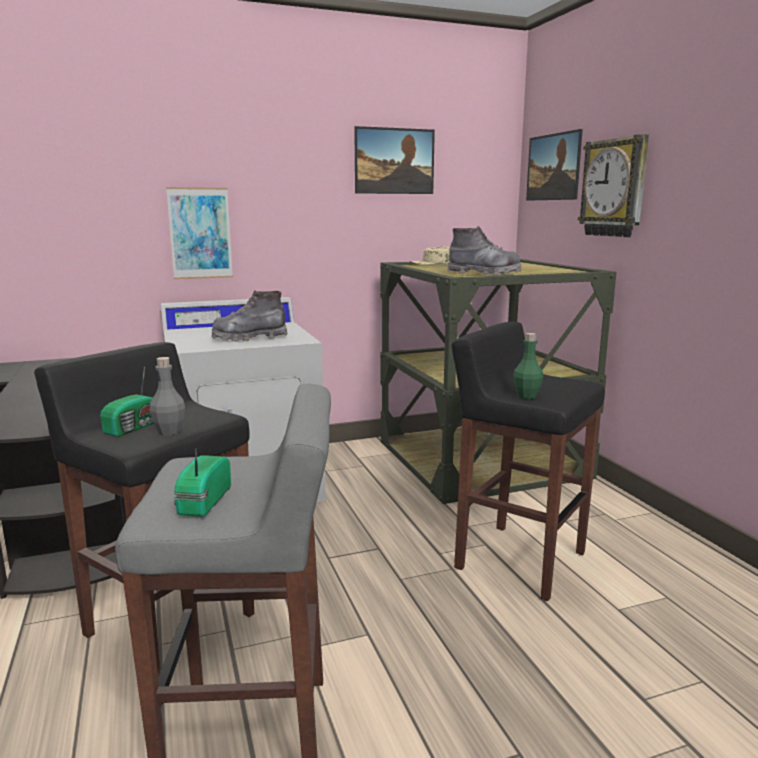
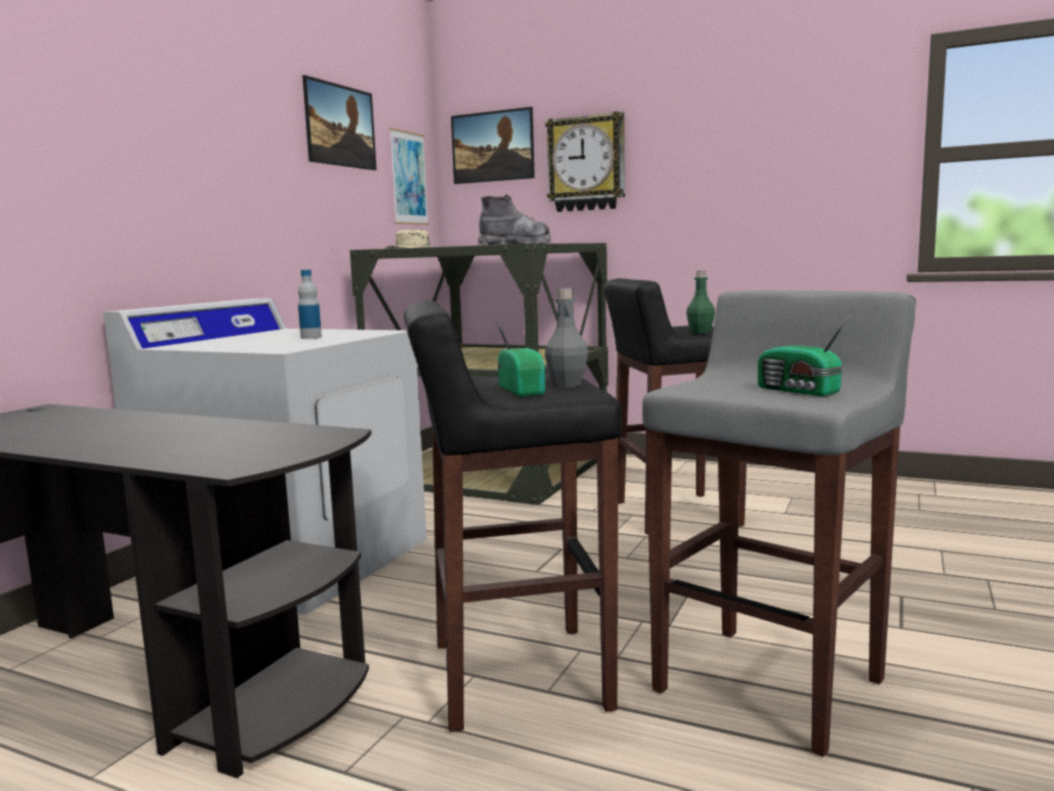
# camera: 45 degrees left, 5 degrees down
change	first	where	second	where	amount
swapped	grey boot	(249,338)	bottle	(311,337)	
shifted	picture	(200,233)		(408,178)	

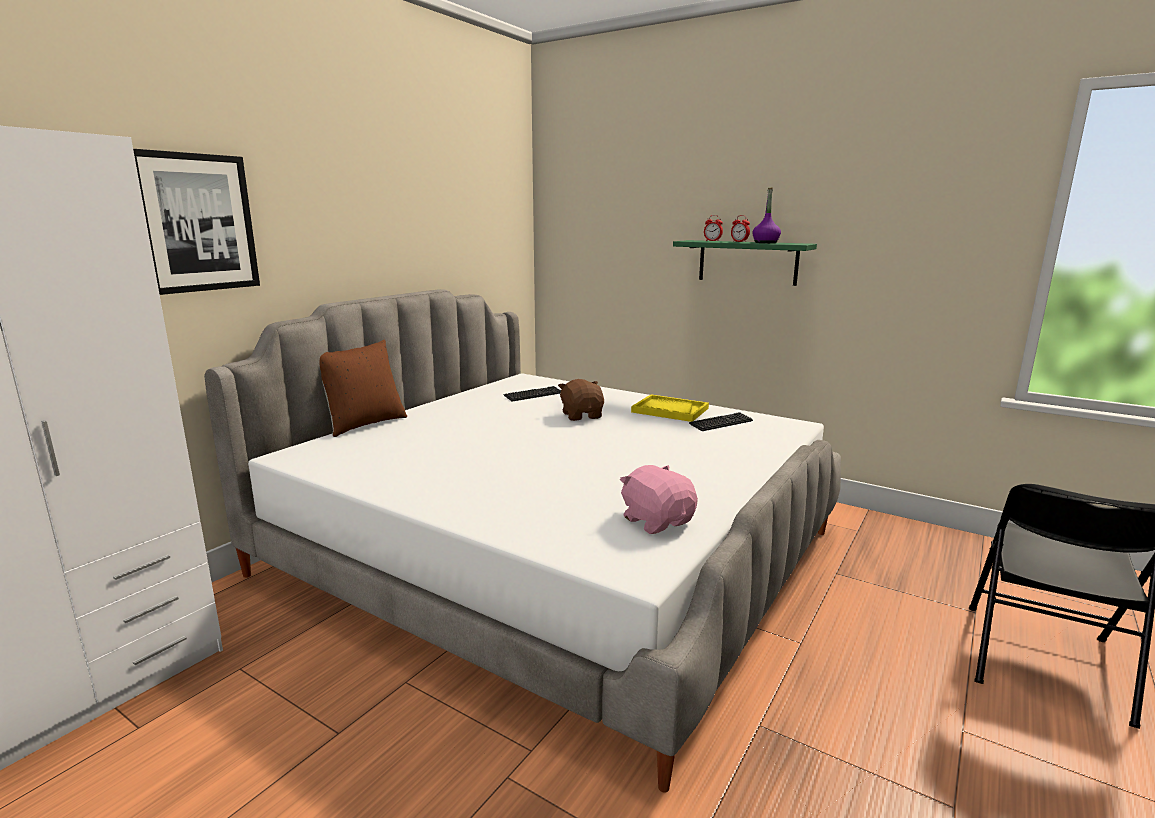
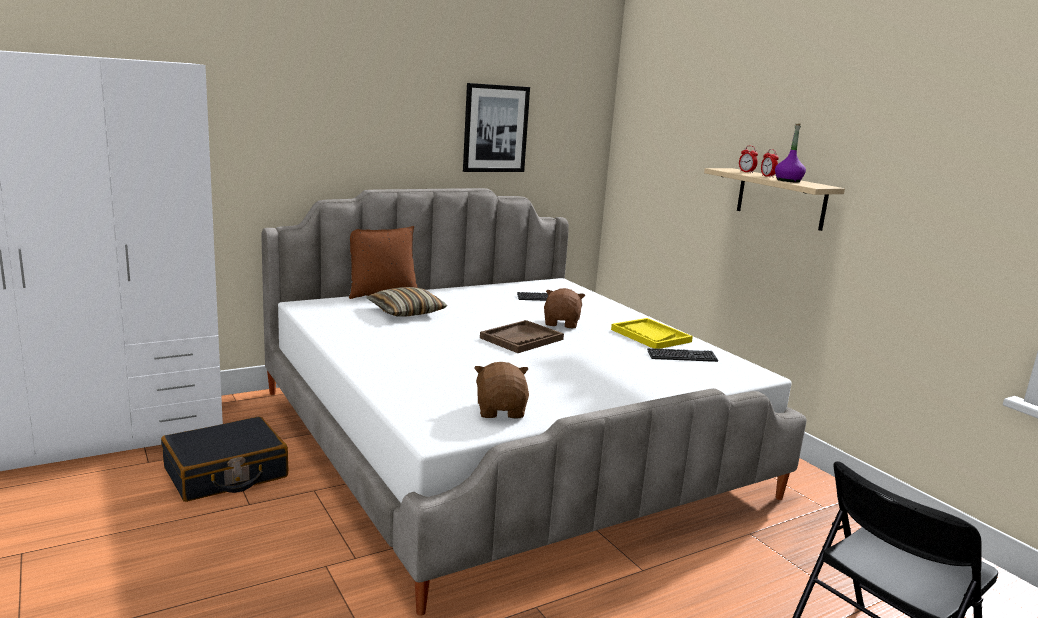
# camera: 25 degrees right, 0 degrees up
change	first	where	second	where	amount
new			black suitcase	(226,473)	
new			pillow	(406,312)	
shifted	picture	(197,223)		(495,128)	
repainted	pink plush toy	(657,521)	brown plush toy	(501,411)	
new			brown tray	(521,339)	
repainted	green shelf	(747,262)	beige shelf	(781,198)	

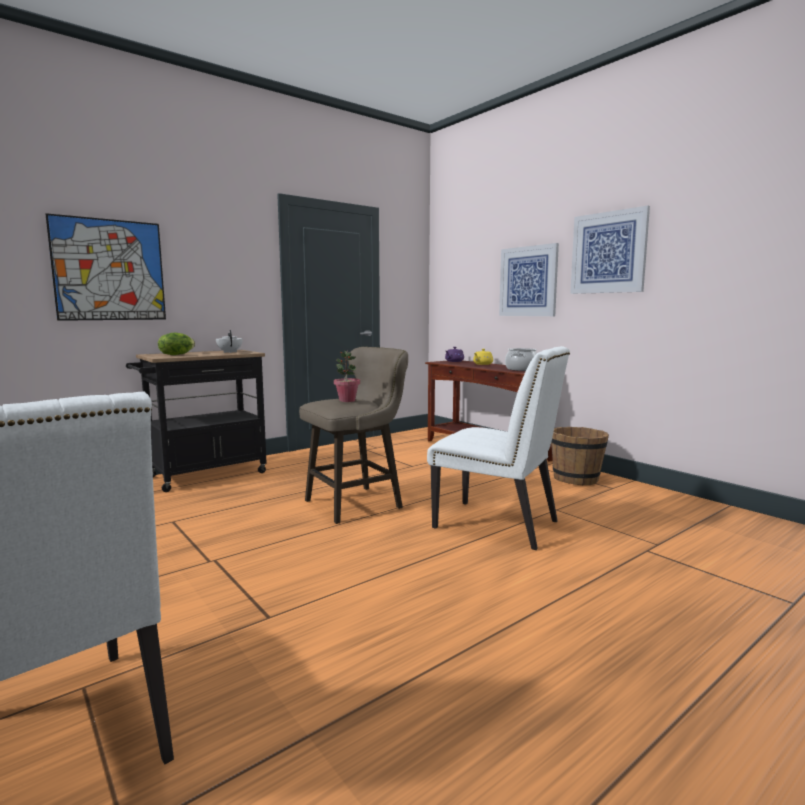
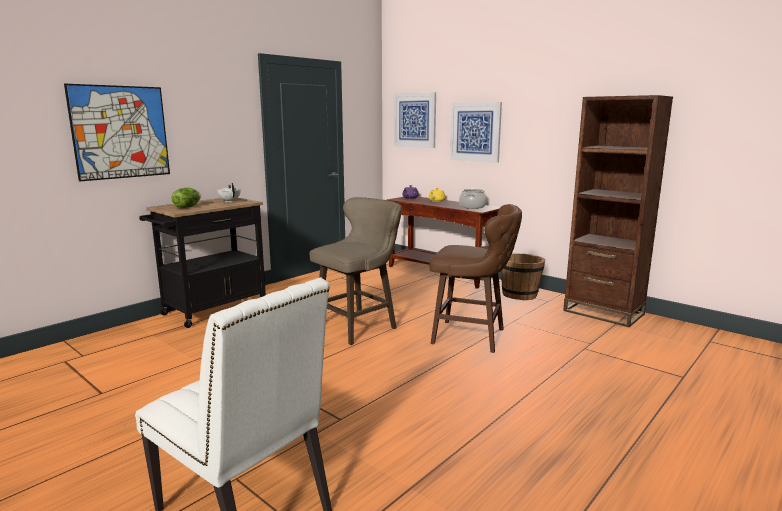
# camera: 10 degrees left, 5 degrees up
change	first	where	second	where	amount
shifted	picture	(608,252)		(414,120)	
swapped	white chair	(494,524)	brown stool	(472,336)	
new			brown bookcase	(603,312)	
gone	potted plant	(347,400)			

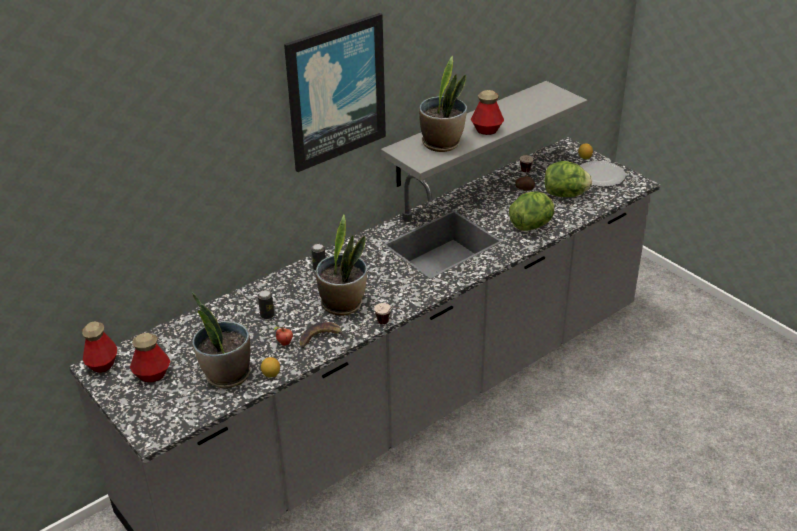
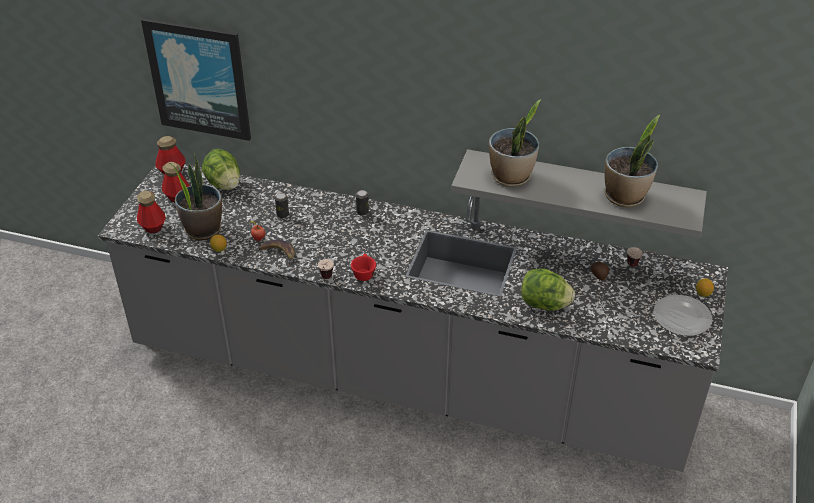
# camera: 55 degrees right, 5 degrees up
change	first	where	second	where	amount
shifted	bottle	(486,130)		(153,227)	
shifted	picture	(335,92)		(199,79)	
shifted	lettuce	(565,195)		(224,184)	
new			red cup	(363,273)	
shifted	potted plant	(343,304)		(625,196)	

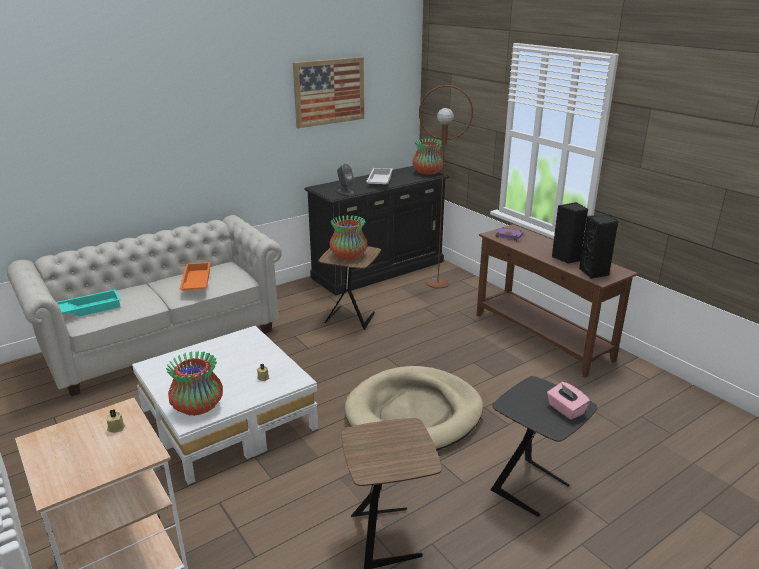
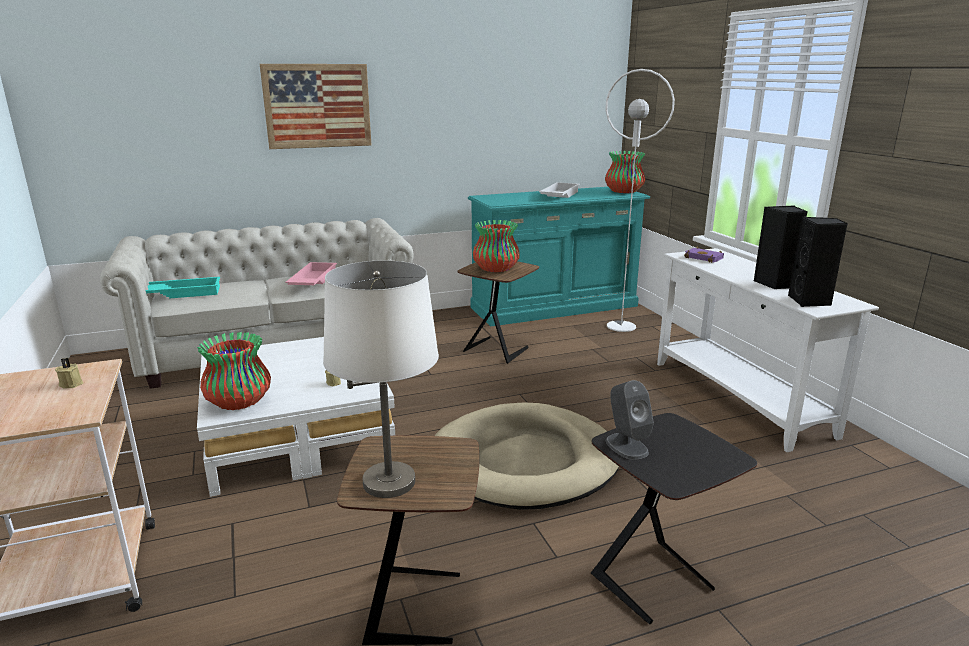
# camera: 15 degrees right, 5 degrees down
change	first	where	second	where	amount
shifted	picture	(329,91)		(317,106)	
repainted	orange tray	(195,282)	pink tray	(312,280)	
new			white table lamp	(389,482)	
repainted	black cabinet	(379,269)	turquoise cabinet	(554,306)	
repainted	brown floor lamp	(438,283)	white floor lamp	(621,326)	
shifted	grey speaker	(345,192)		(626,446)	
repainted	brown console table	(542,337)	white console table	(740,398)	
gone	pink tissue box	(565,410)			

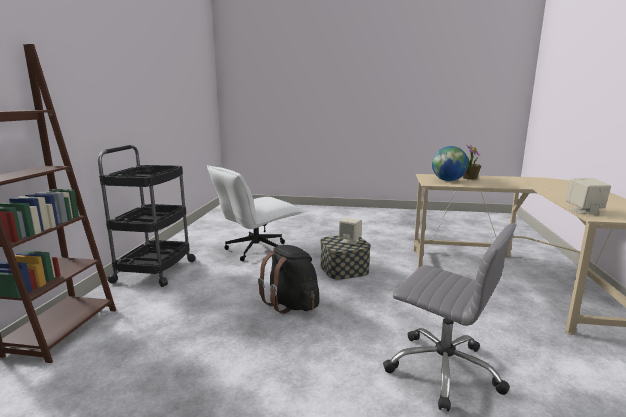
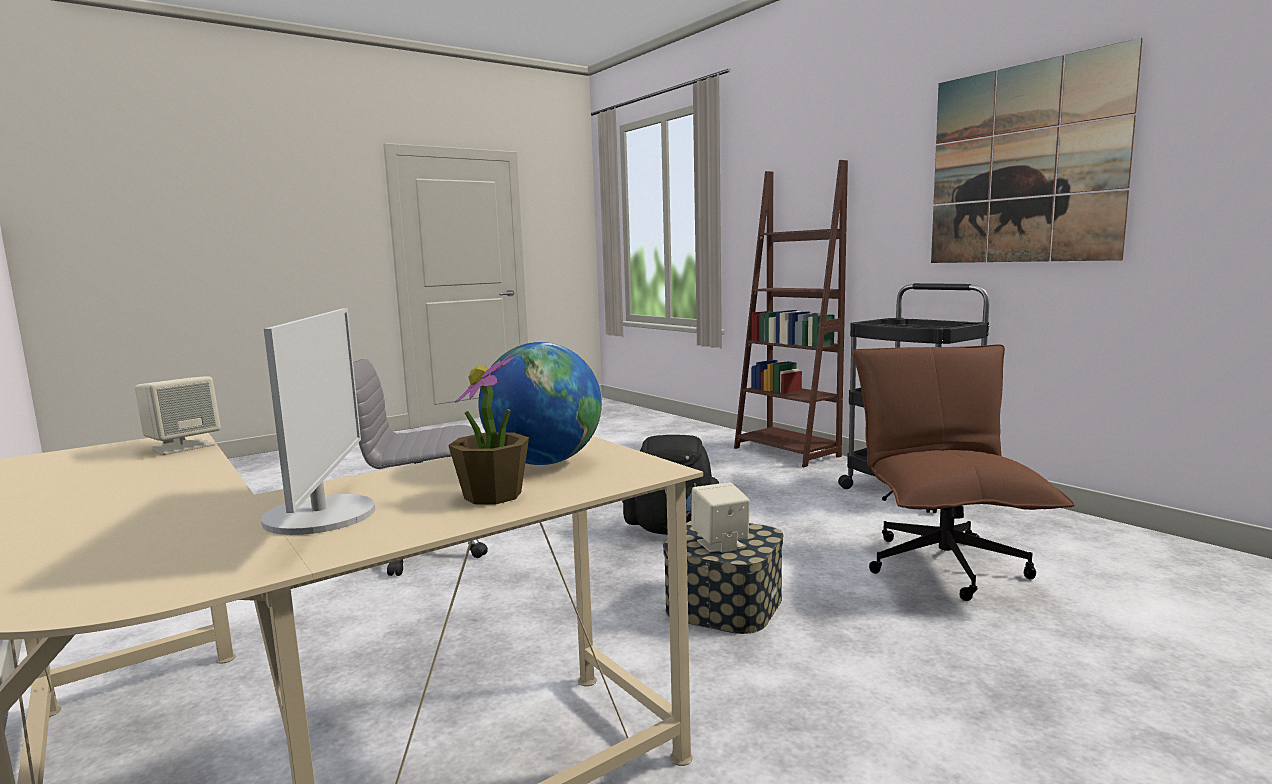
# camera: 135 degrees right, 5 degrees down
change	first	where	second	where	amount
new			monitor	(322,515)	
repainted	white office chair	(257,249)	brown office chair	(945,567)	
new			picture	(1024,164)	

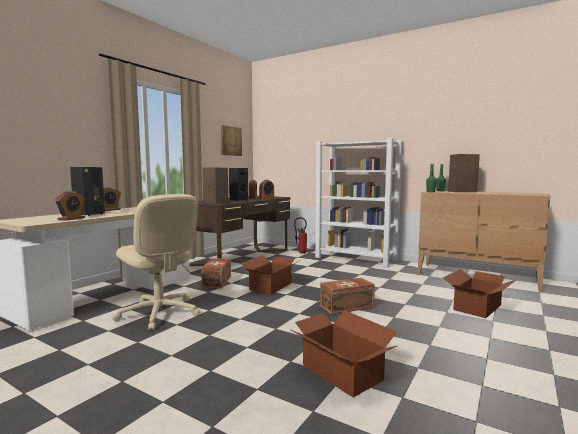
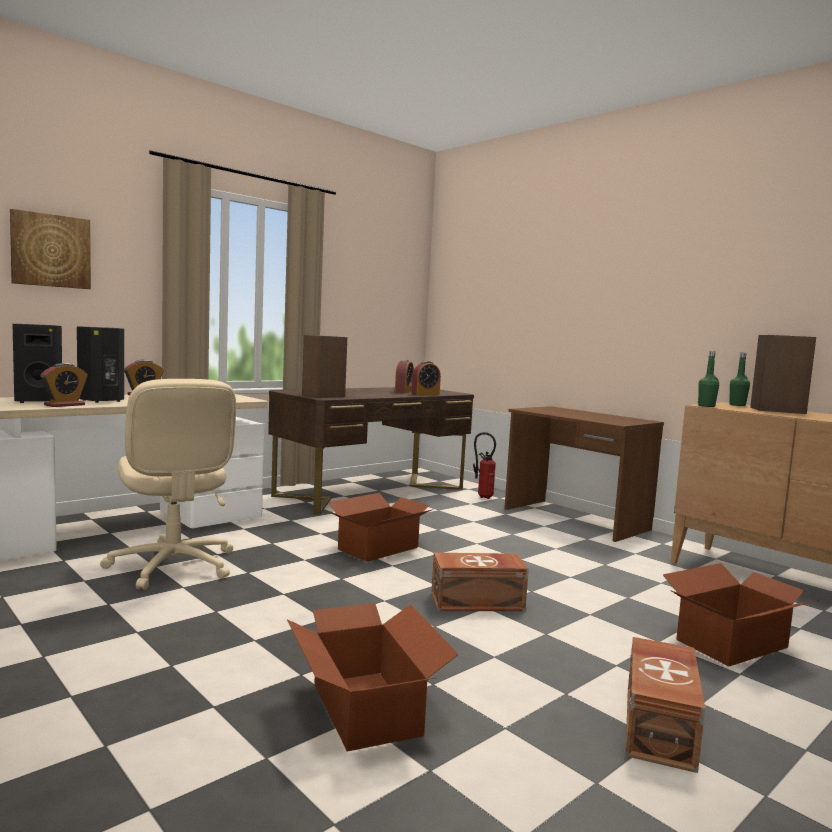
# camera: 15 degrees right, 0 degrees up
change	first	where	second	where	amount
shifted	picture	(230,141)		(50,250)	
shifted	black speaker	(238,200)		(38,401)	
swapped	white bookcase	(356,258)	brown desk	(575,519)	
shifted	brown storage box	(217,281)		(661,726)	

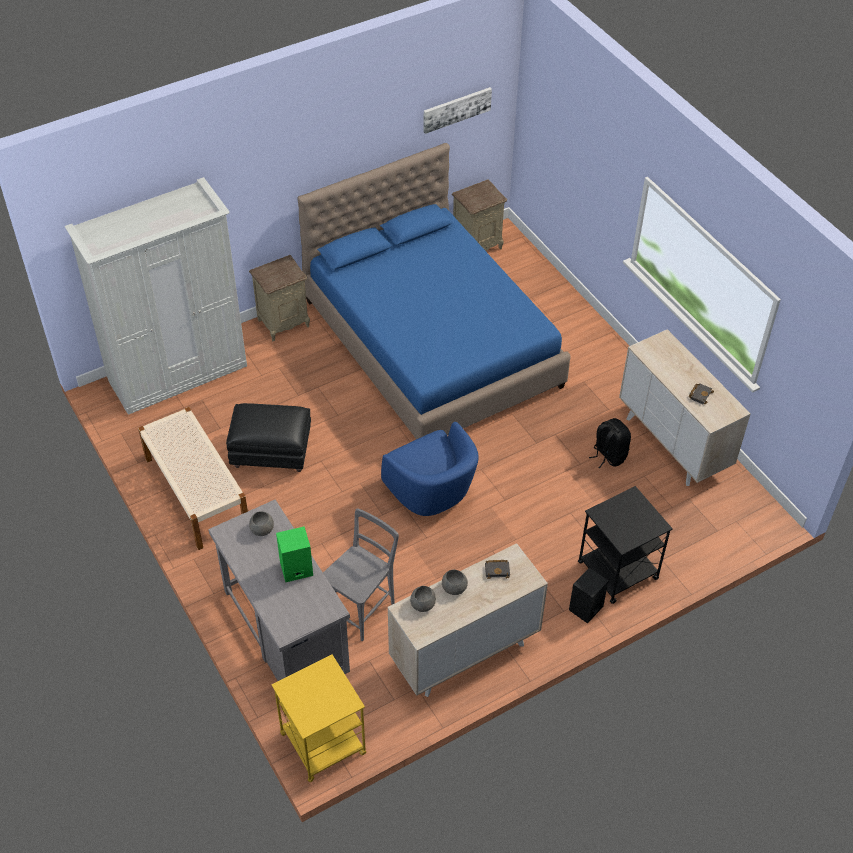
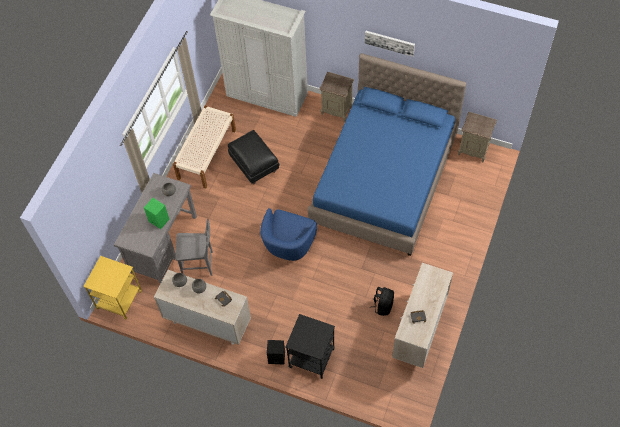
# camera: 55 degrees right, 10 degrees up
change	first	where	second	where	amount
shifted	picture	(456,109)		(389,42)	

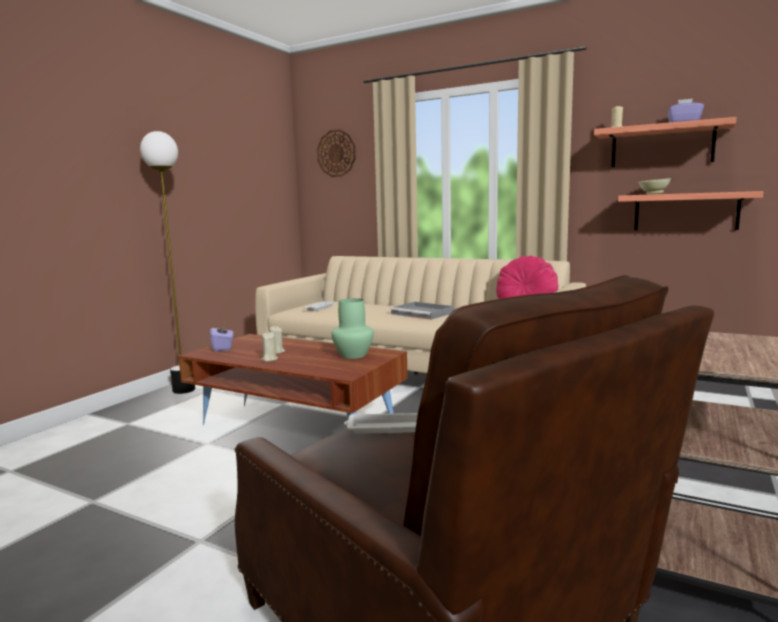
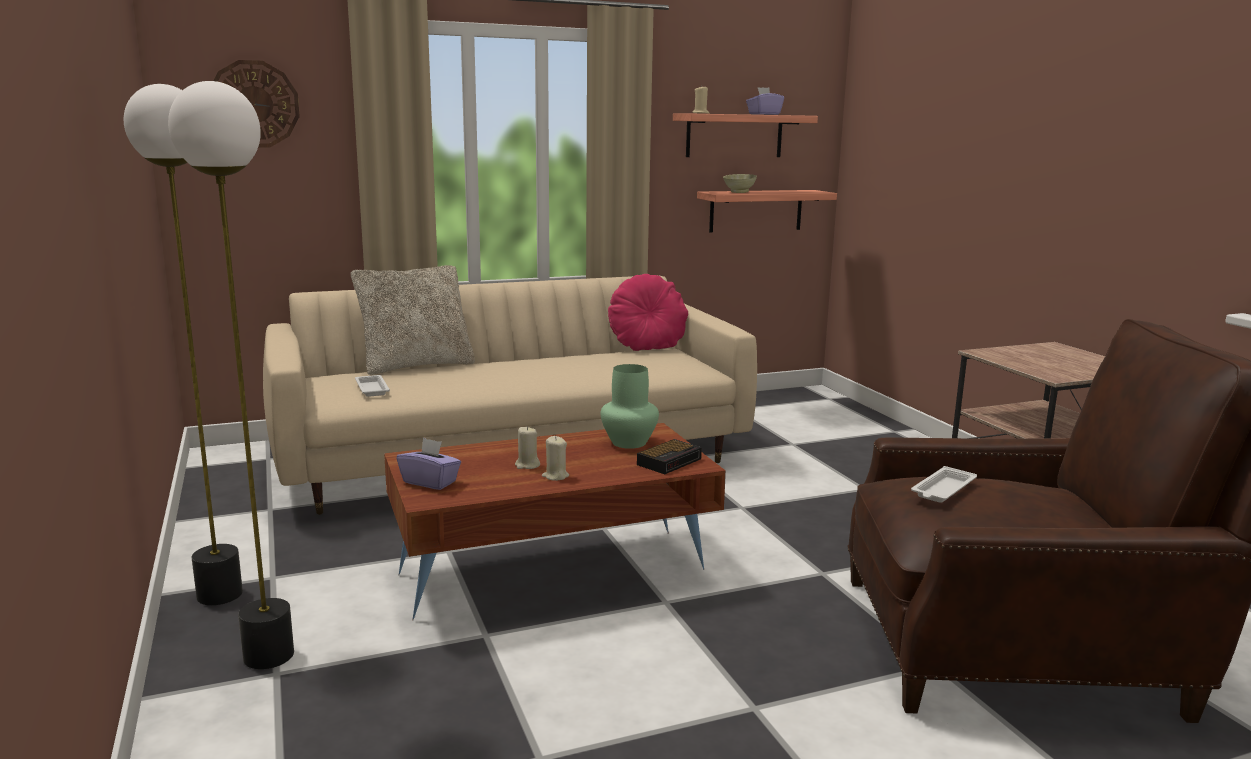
# camera: 50 degrees left, 5 degrees up
change	first	where	second	where	amount
new			floor lamp	(268,655)	
new			beige pillow	(416,364)	
new			alarm clock	(670,461)	
gone	grey tray	(423,313)			

